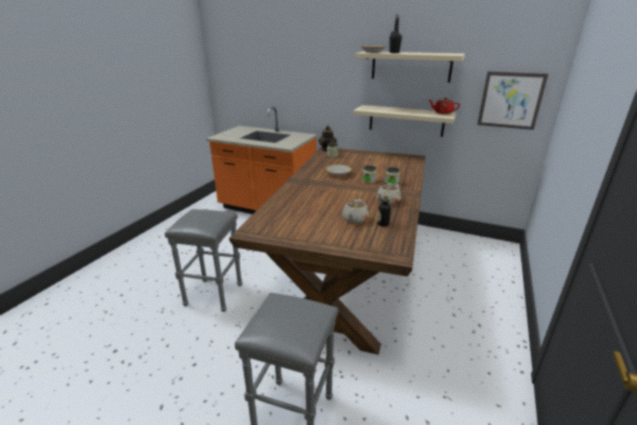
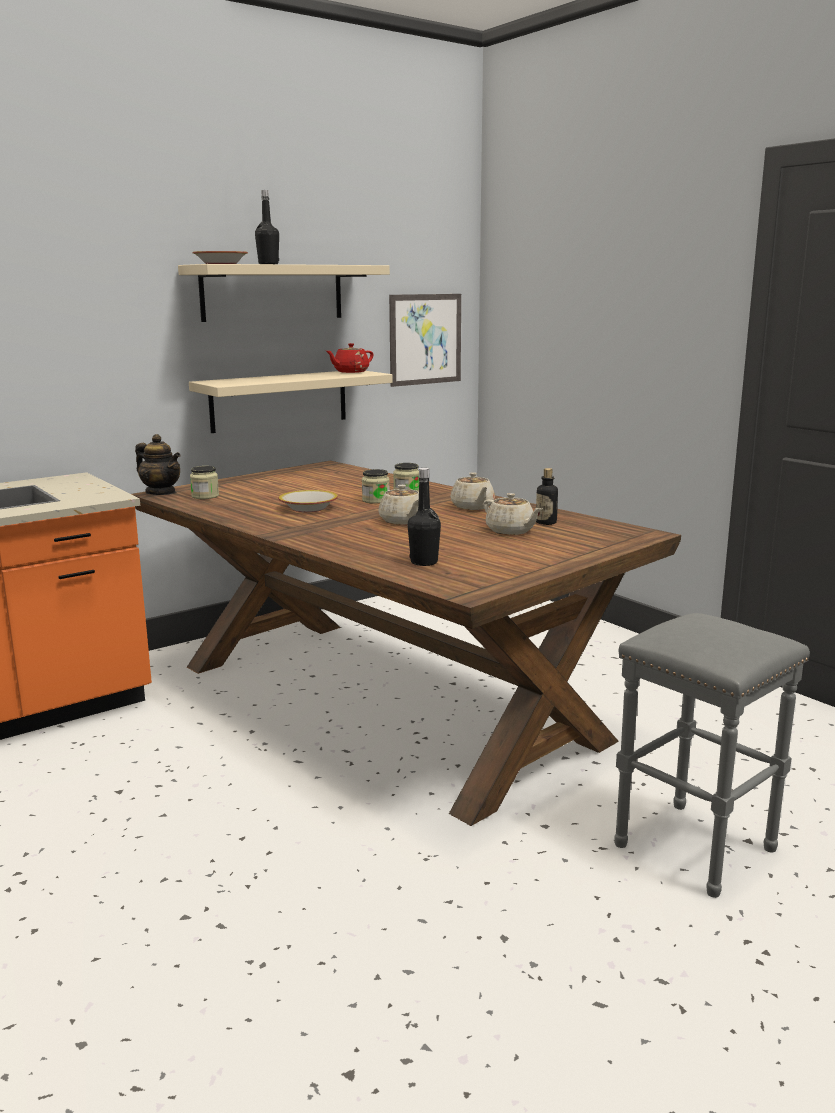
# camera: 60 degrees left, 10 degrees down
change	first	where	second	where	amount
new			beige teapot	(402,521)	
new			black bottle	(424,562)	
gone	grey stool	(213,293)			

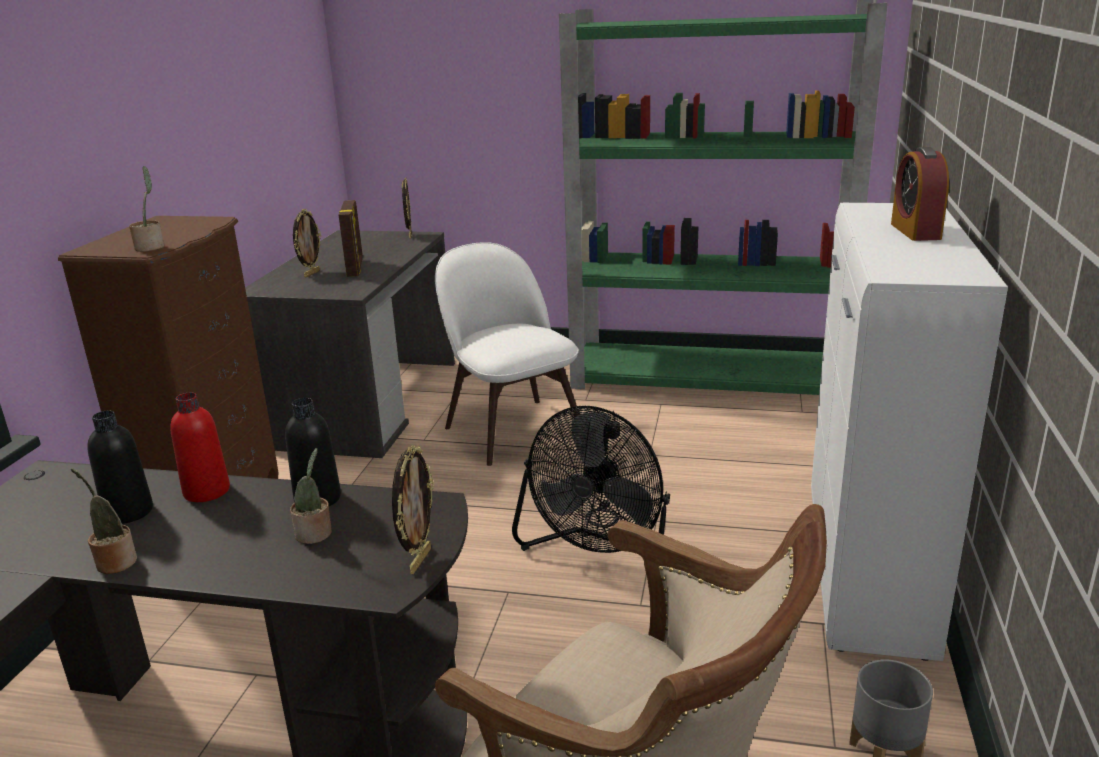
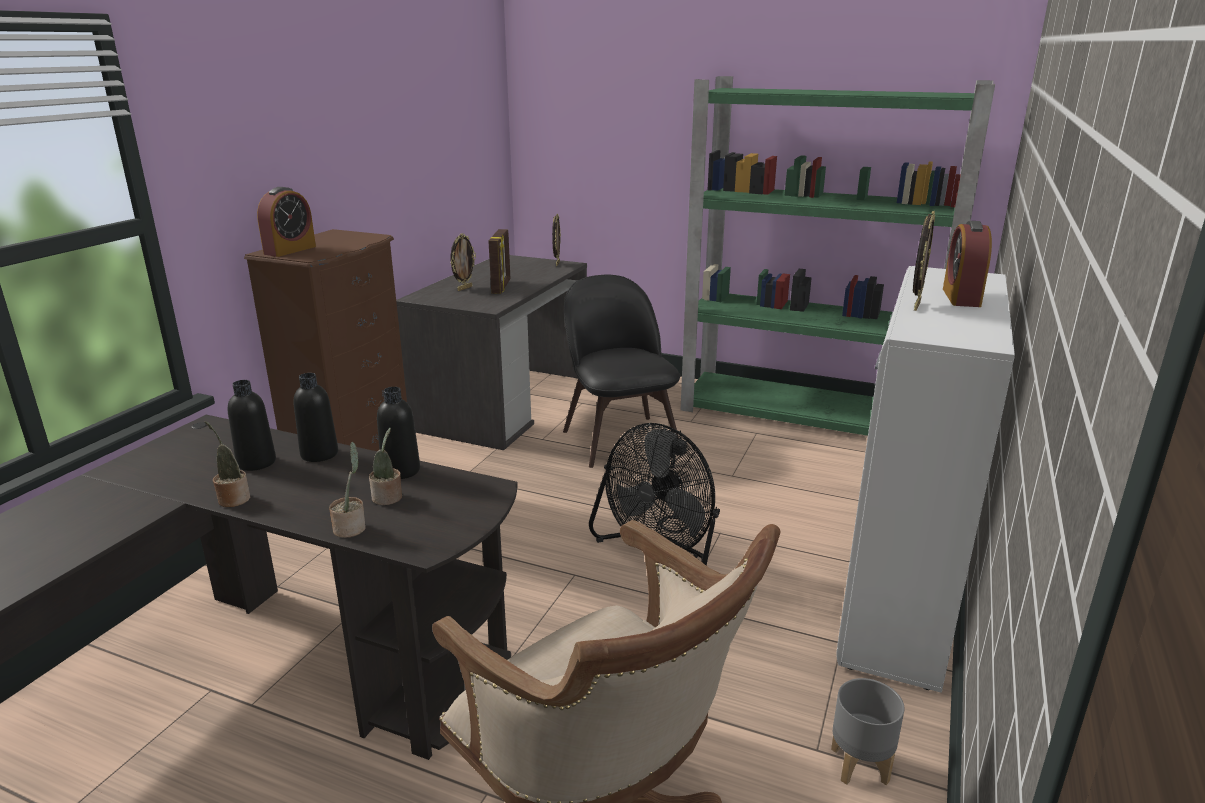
# camera: 10 degrees right, 0 degrees up
change	first	where	second	where	amount
new			alarm clock	(290,250)	
repainted	red bottle	(206,491)	black bottle	(319,454)	
shifted	potted plant	(151,247)		(351,528)	
repainted	white chair	(511,428)	black chair	(619,438)	
shifted	picture frame	(419,560)		(915,306)	

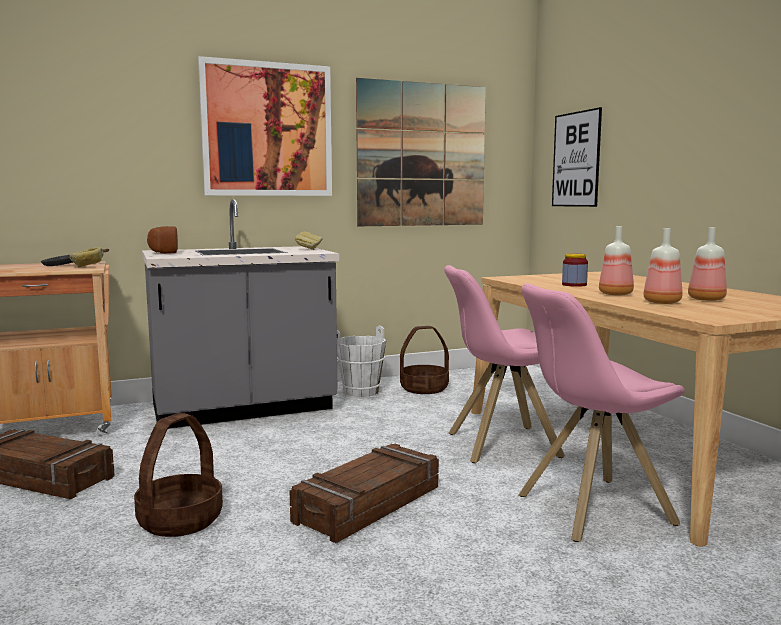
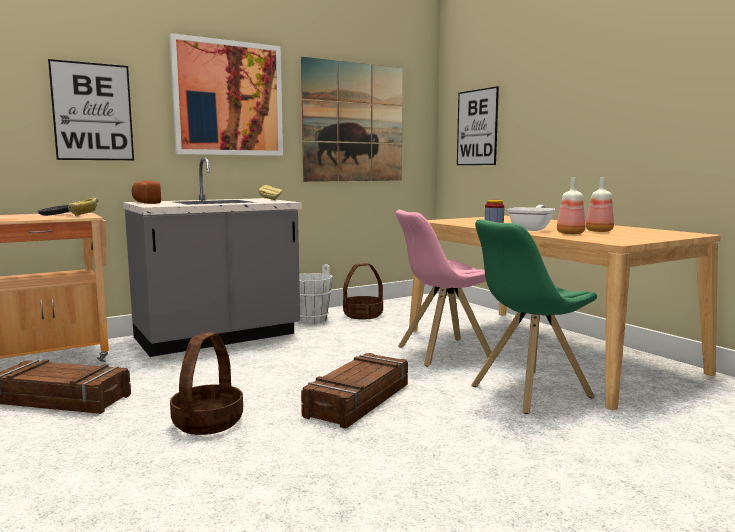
# camera: 10 degrees left, 0 degrees up
change	first	where	second	where	amount
new			picture	(92,112)	
repainted	pink chair	(593,508)	green chair	(529,391)	
swapped	bottle	(616,294)	frying pan	(532,229)	

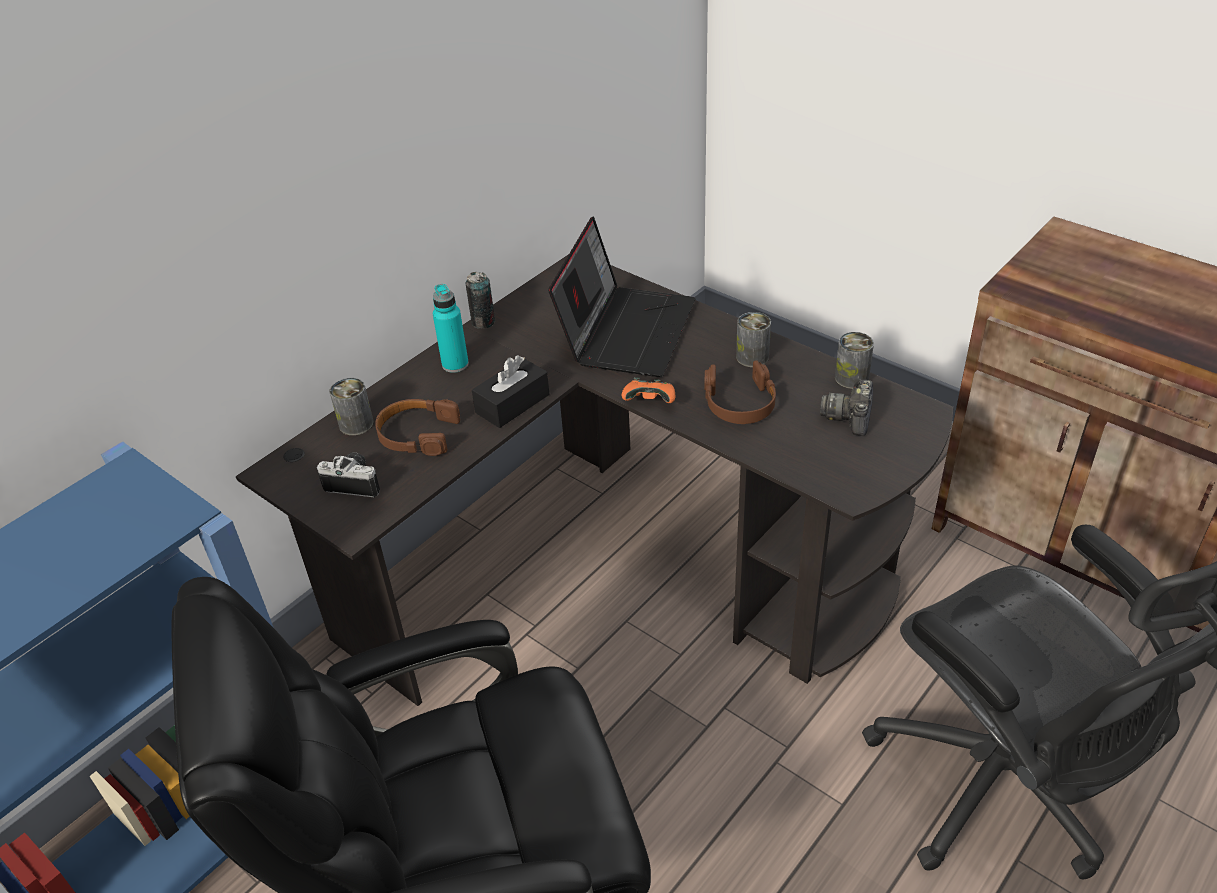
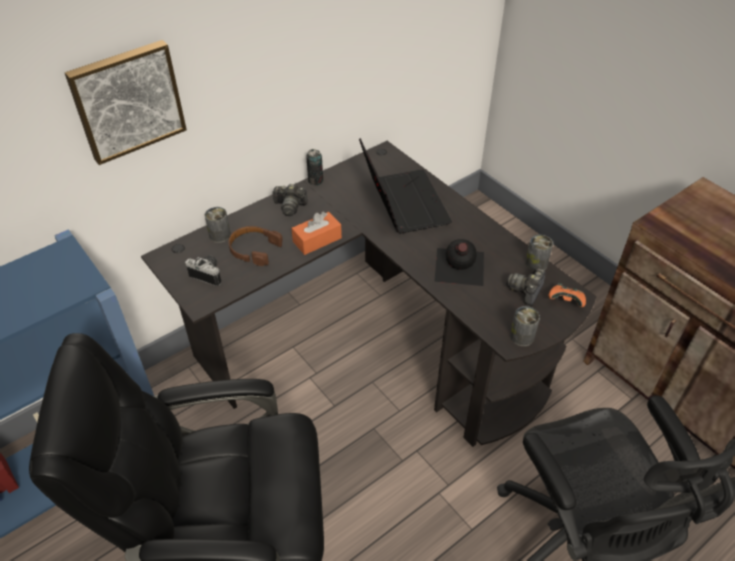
# camera: 10 degrees right, 5 degrees up
change	first	where	second	where	amount
new			picture	(127,100)	
swapped	turquoise bottle	(455,364)	photo camera	(290,206)	
repainted	black tissue box	(512,404)	orange tissue box	(317,240)	
rotated	laptop	(626,330)		(402,202)	45 degrees counterclockwise
swapped	brown headphones	(740,403)	black bottle	(458,267)	
shifted	can	(752,357)		(521,336)	
shifted	orange game controller	(650,402)		(566,301)	

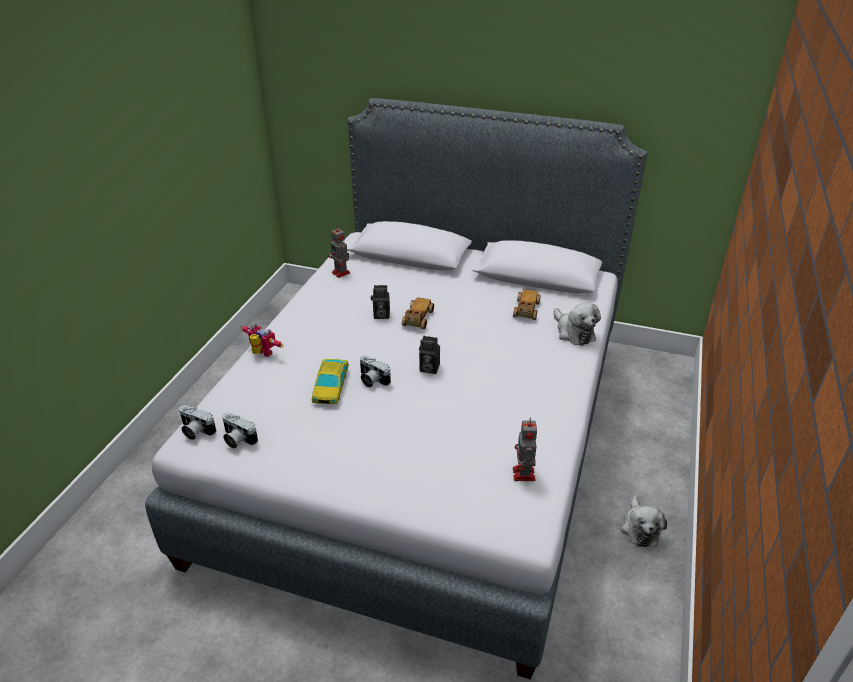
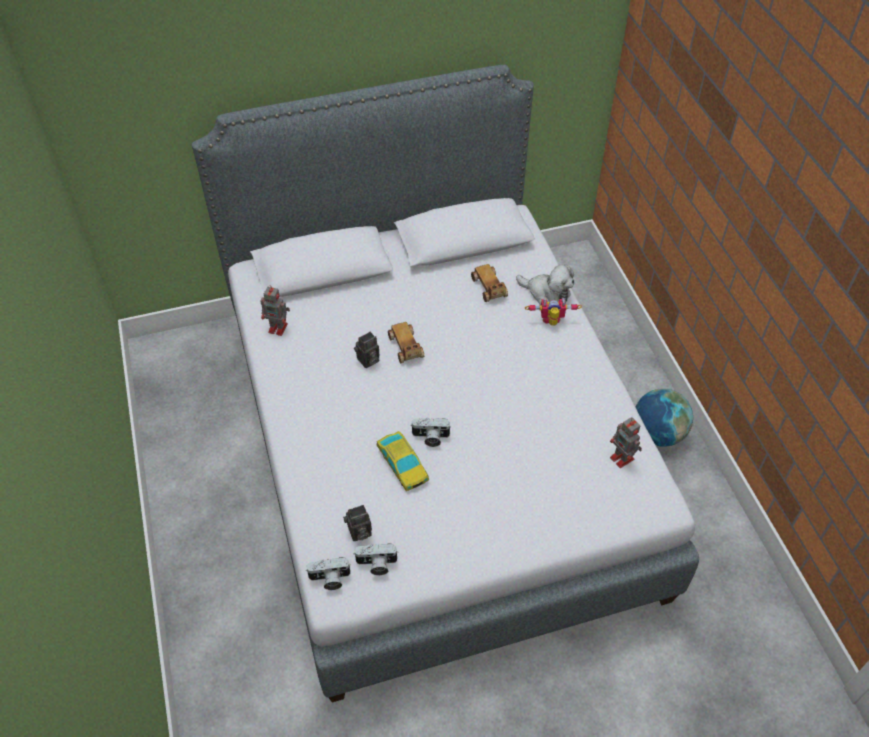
# camera: 35 degrees left, 15 degrees up
change	first	where	second	where	amount
shifted	photo camera	(428,368)		(359,532)	
shifted	toy robot	(262,354)		(551,322)	
swapped	plush toy	(639,528)	globe	(657,433)	

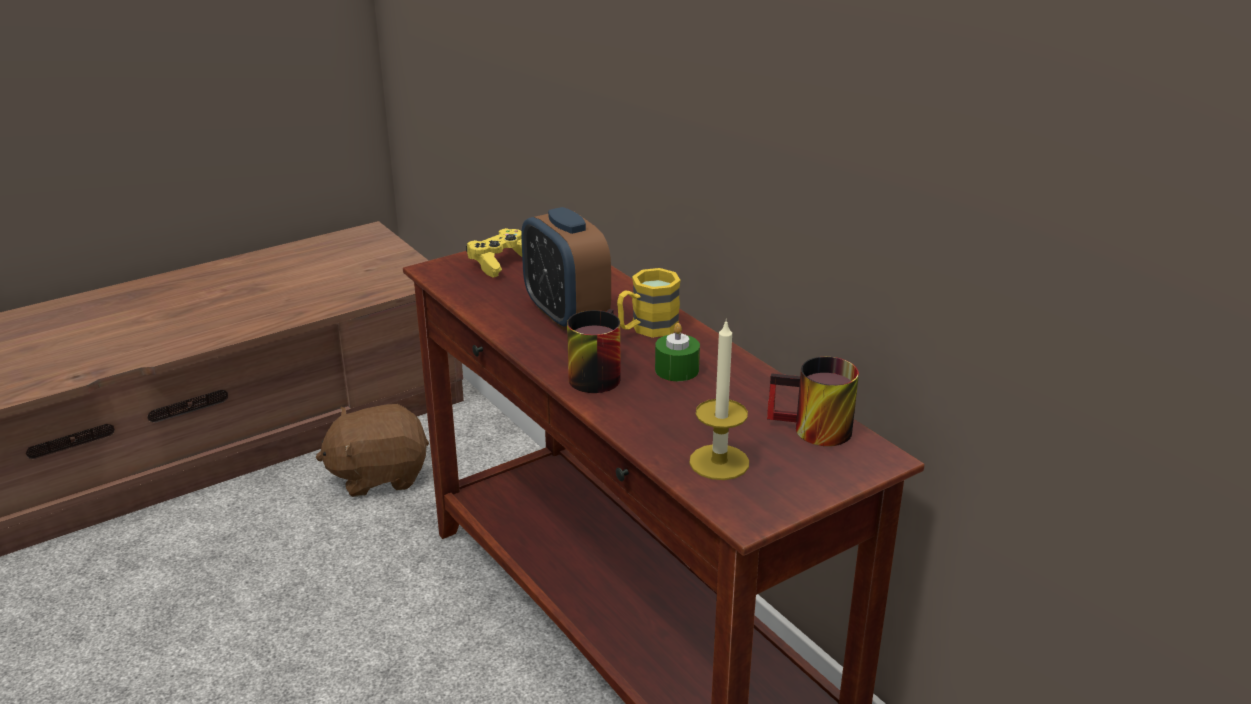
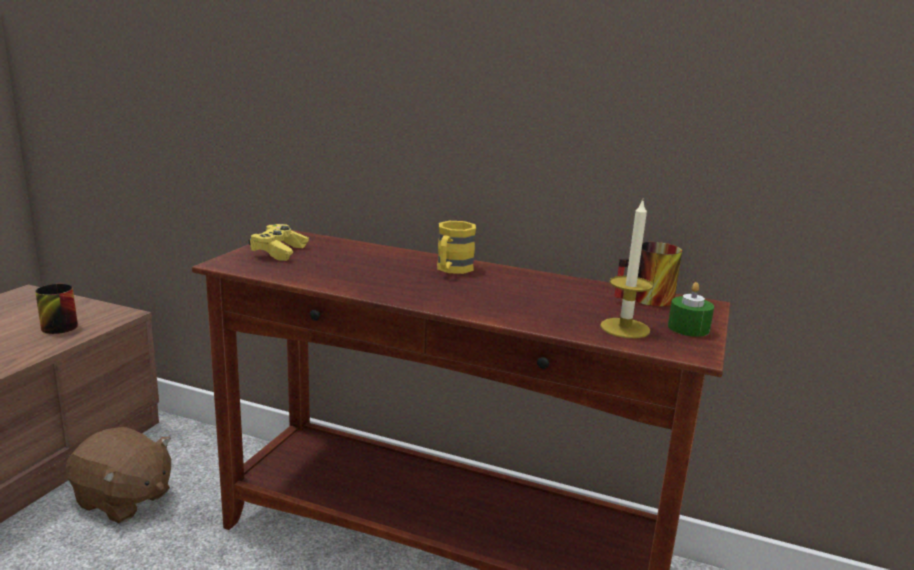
# camera: 35 degrees left, 10 degrees down
change	first	where	second	where	amount
shifted	mug	(593,373)		(57,325)	
rotated	brown plush toy	(379,475)		(123,500)	105 degrees counterclockwise
shifted	green candle	(677,370)		(688,328)	
gone	alarm clock	(566,314)			

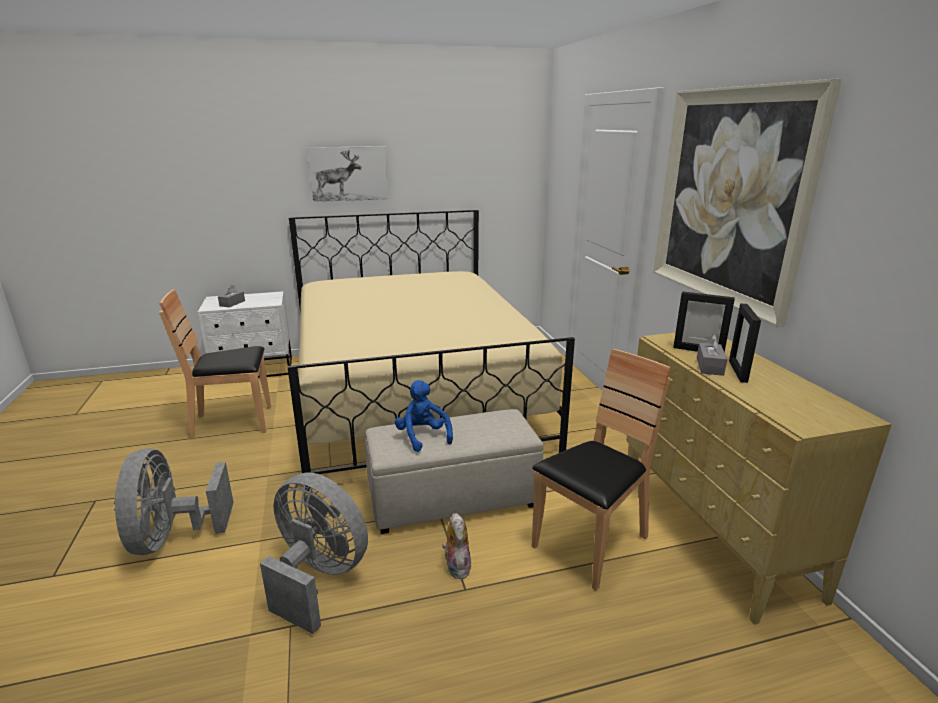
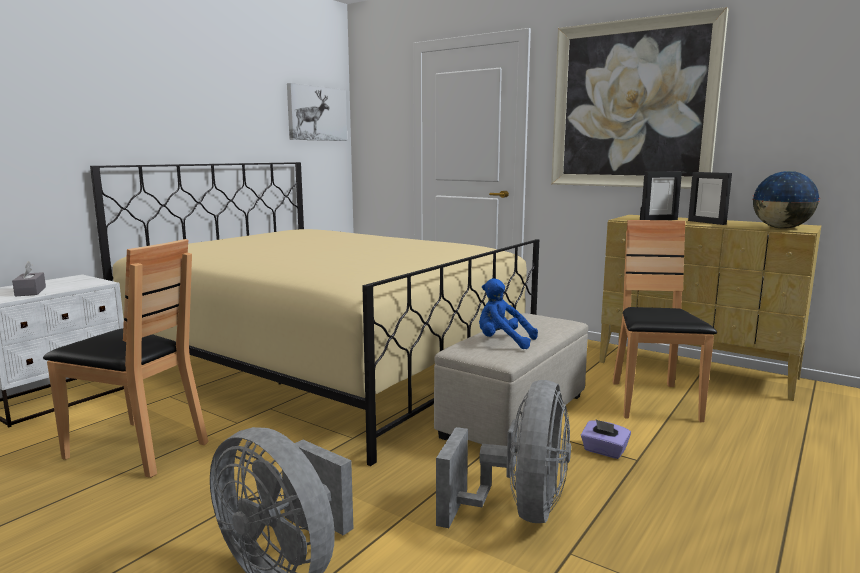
# camera: 40 degrees left, 10 degrees down
change	first	where	second	where	amount
rotated	brown chair	(233,423)		(137,449)	105 degrees counterclockwise
shifted	picture	(348,173)		(316,113)	
rotated	grey fan	(318,577)		(519,511)	120 degrees clockwise
swapped	plush toy	(456,566)	purple tissue box	(604,451)	
new			globe	(782,228)	
gone	grey tissue box	(709,366)			

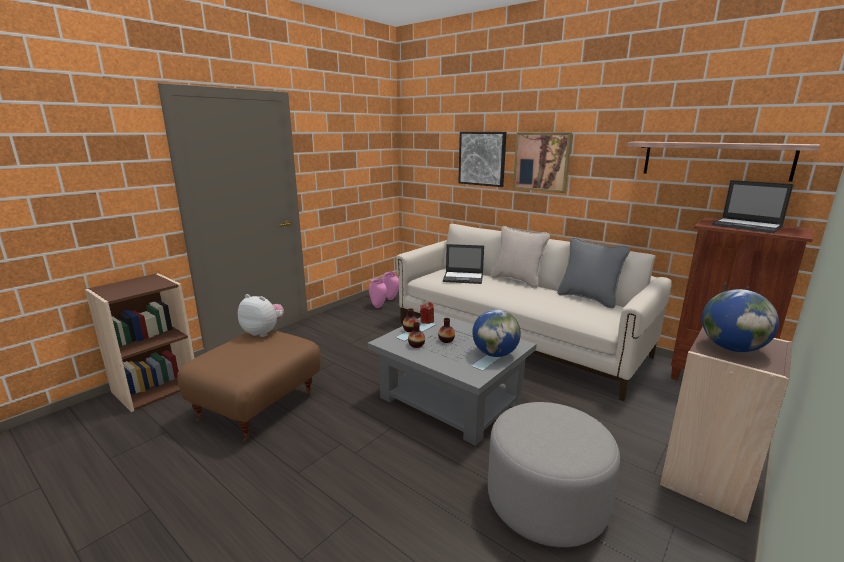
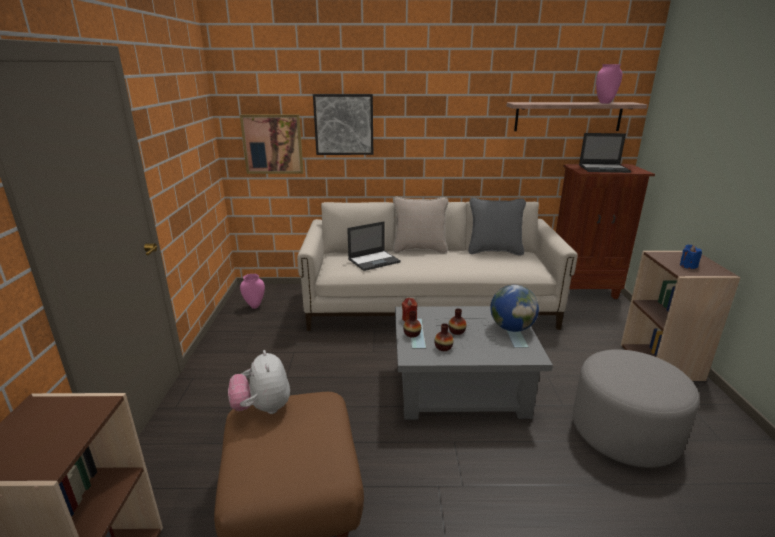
# camera: 40 degrees left, 5 degrees up
change	first	where	second	where	amount
rotated	plush toy	(263,332)		(263,408)	90 degrees counterclockwise
shifted	picture	(541,162)		(273,144)	
shifted	pink vase	(378,306)		(604,103)	
swapped	globe	(731,348)	blue candle	(688,266)	

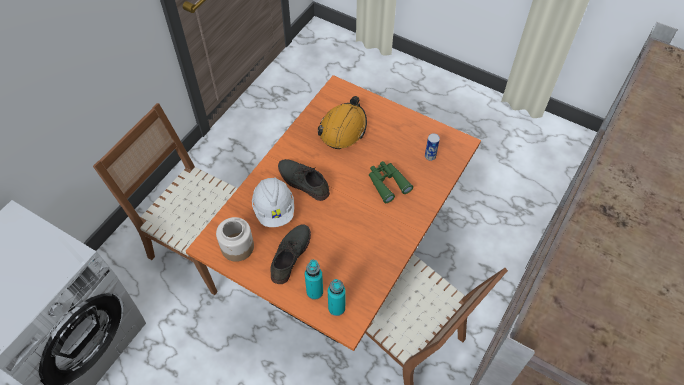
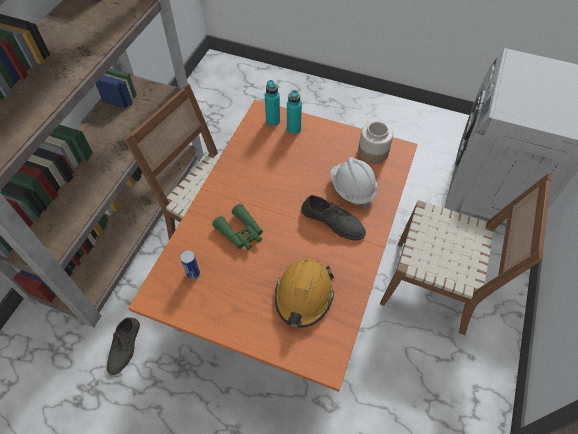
# camera: 170 degrees right, 0 degrees up
change	first	where	second	where	amount
shifted	grey shoe	(290,254)		(125,346)	

